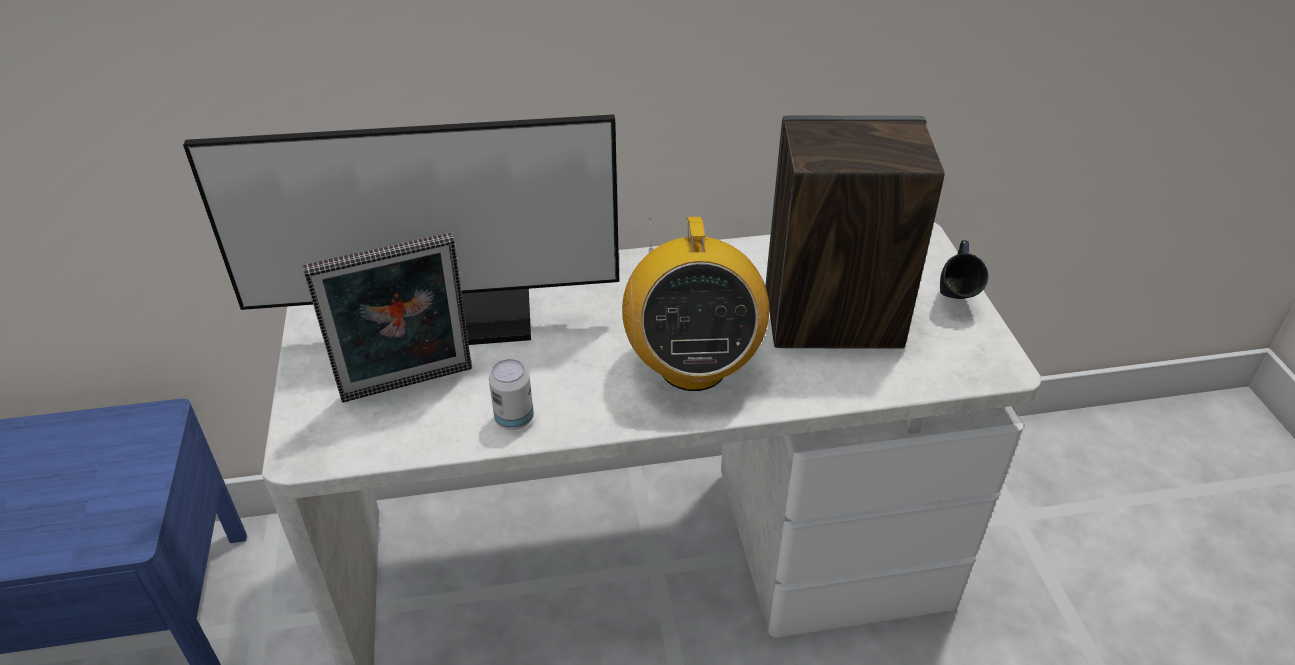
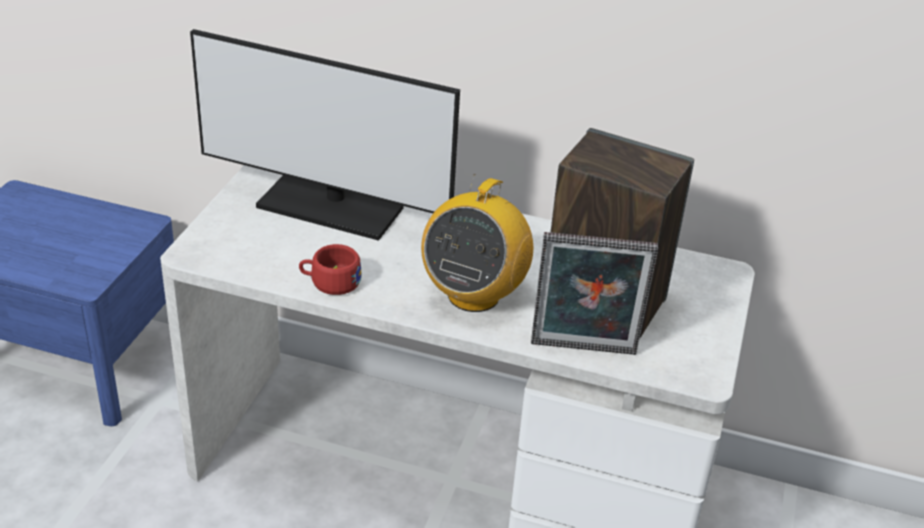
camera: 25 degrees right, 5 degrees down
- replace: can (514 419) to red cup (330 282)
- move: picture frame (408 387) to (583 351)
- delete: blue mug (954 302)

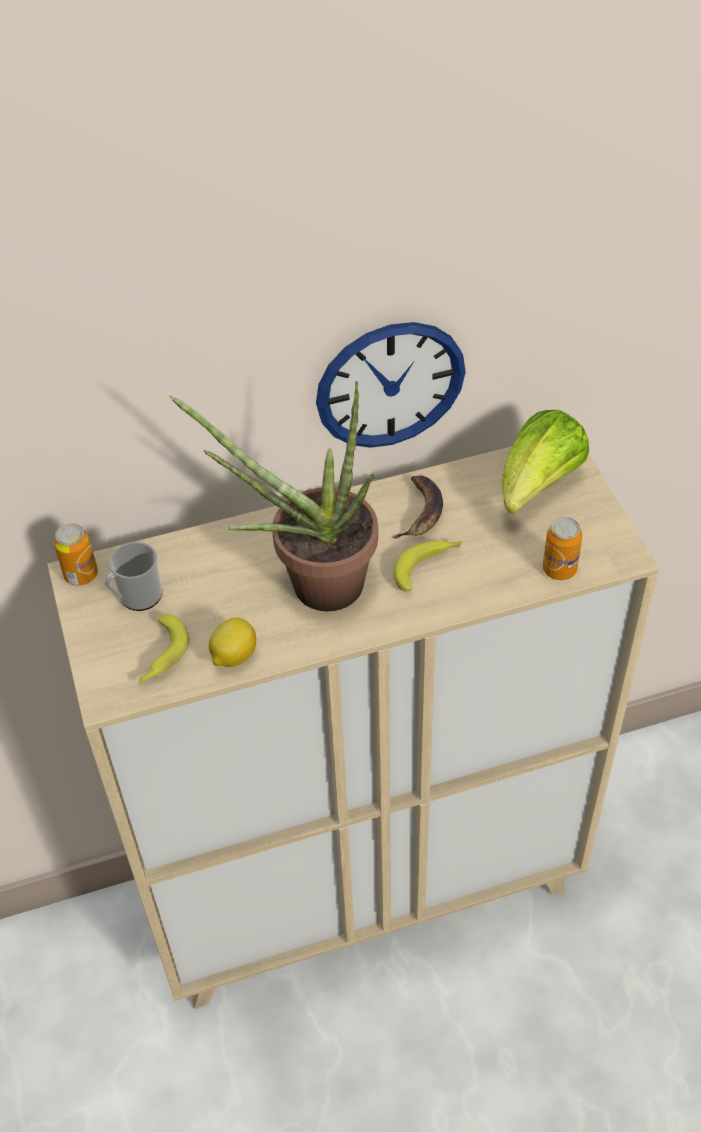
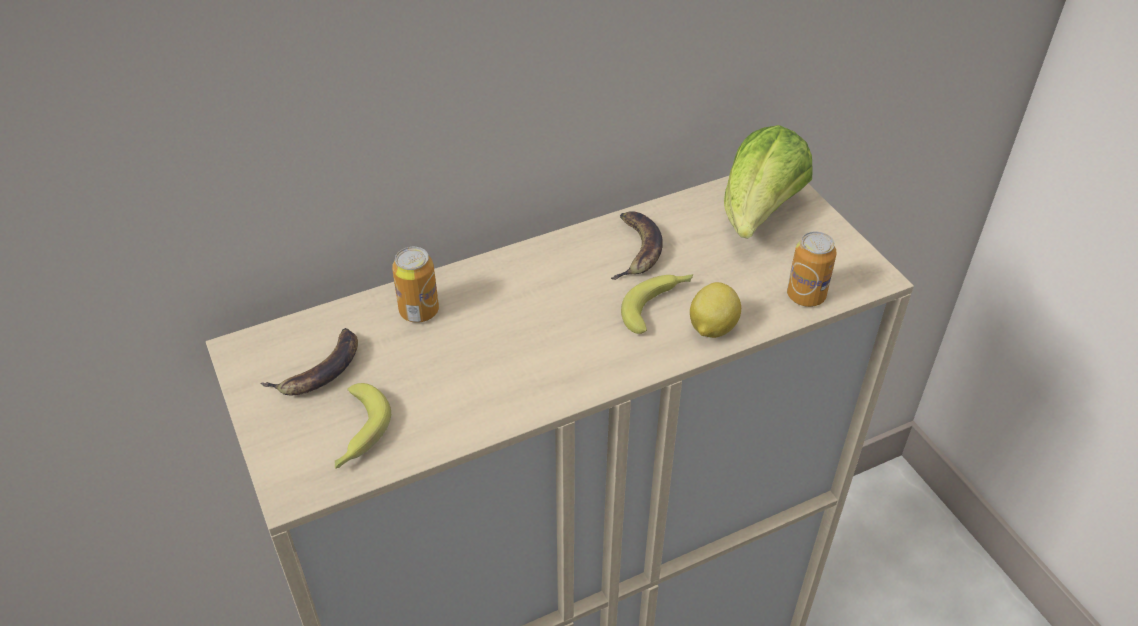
camera: 10 degrees left, 5 degrees down
- replace: mug (136 597) to banana (320 369)
- move: can (81 574) to (419 311)
- move: lemon (233 656) to (711 328)
- delete: potted plant (311 585)
- delete: wall clock (390 385)

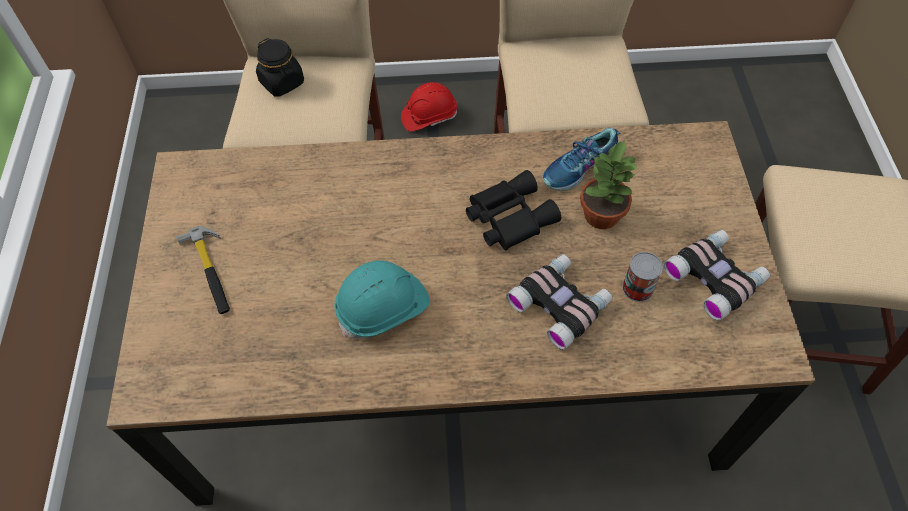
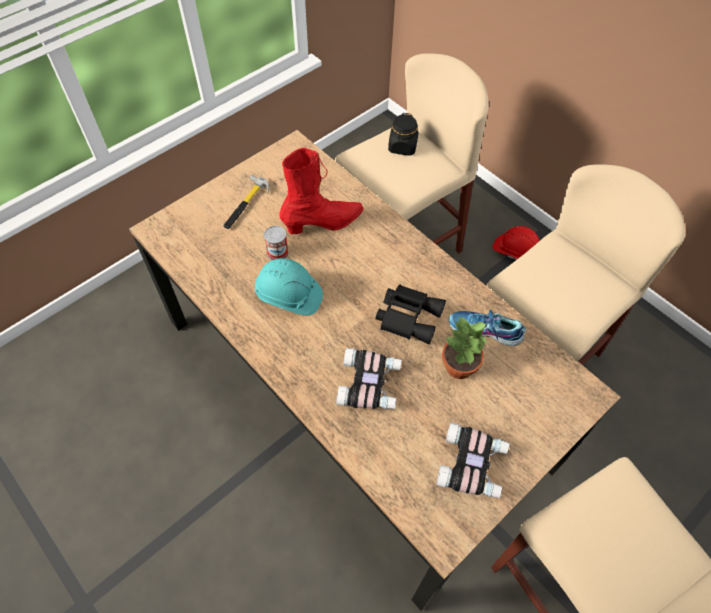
camera: 50 degrees right, 0 degrees up
- move: can (637 288) to (277 253)
- insert: red boot (323 223)

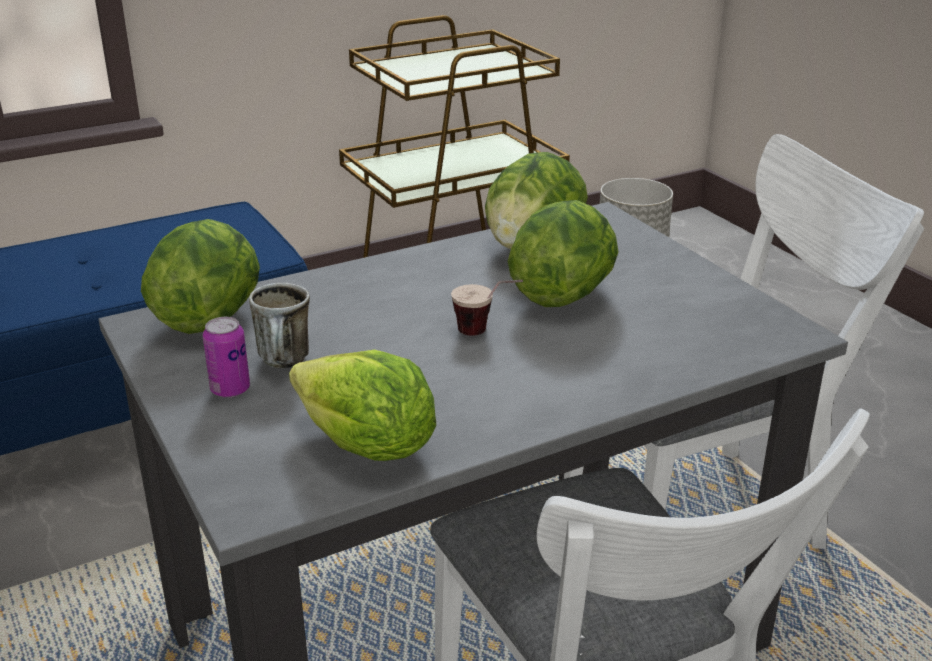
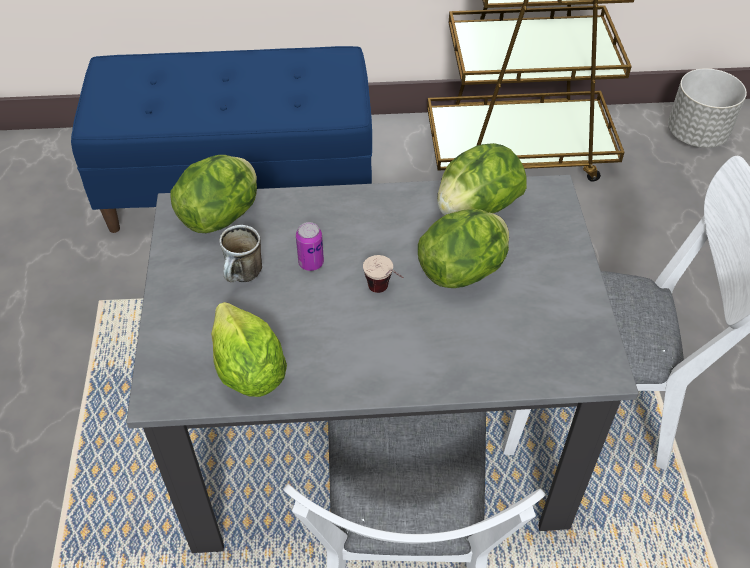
camera: 25 degrees right, 20 degrees up
- move: can (230 389) to (311 263)

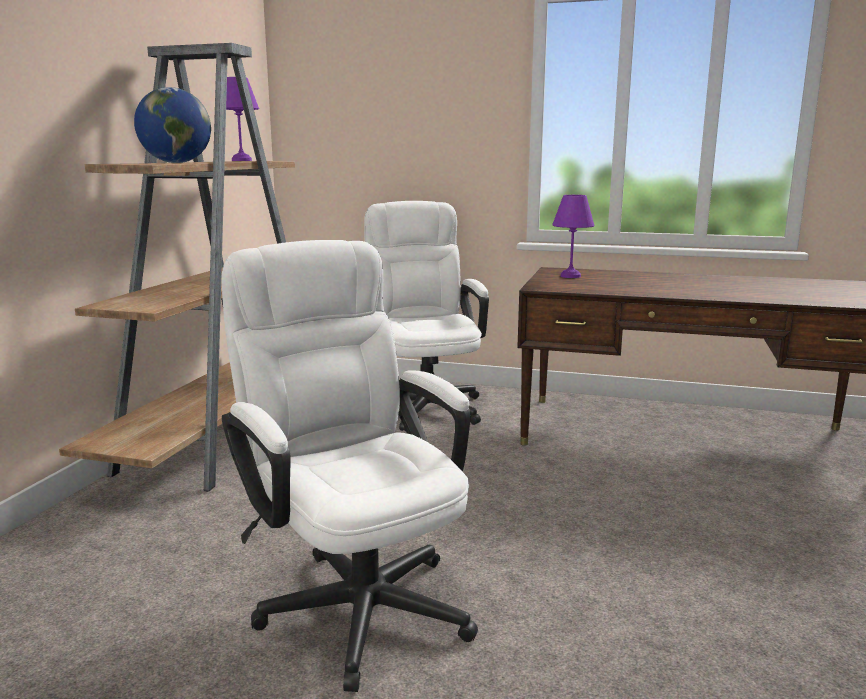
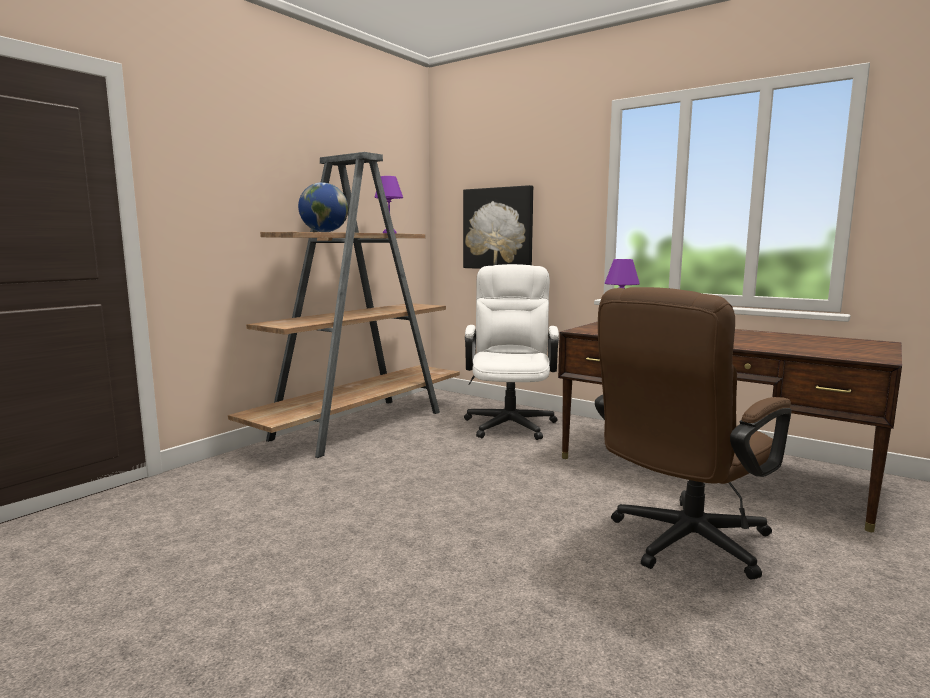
camera: 20 degrees right, 5 degrees down
- insert: picture (498 228)
- insert: brown office chair (681 544)
- delete: white office chair (356 597)

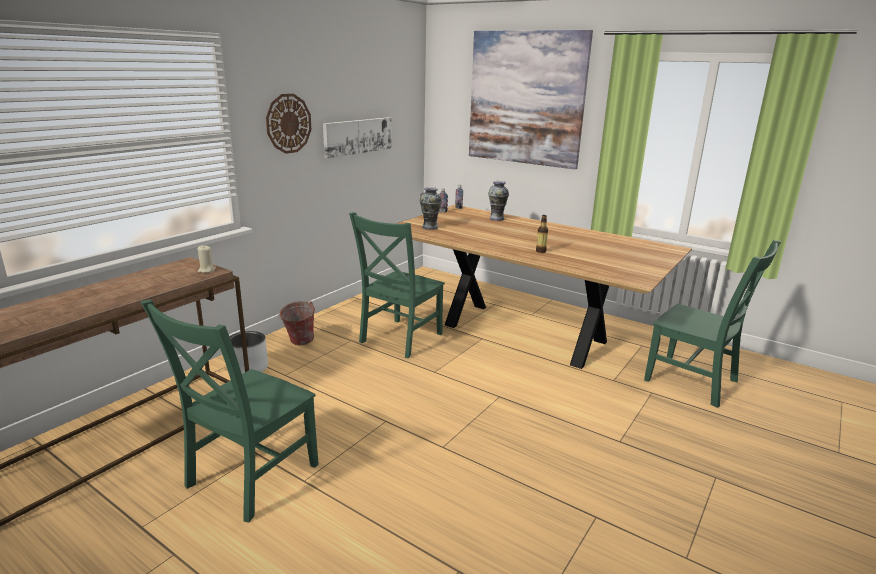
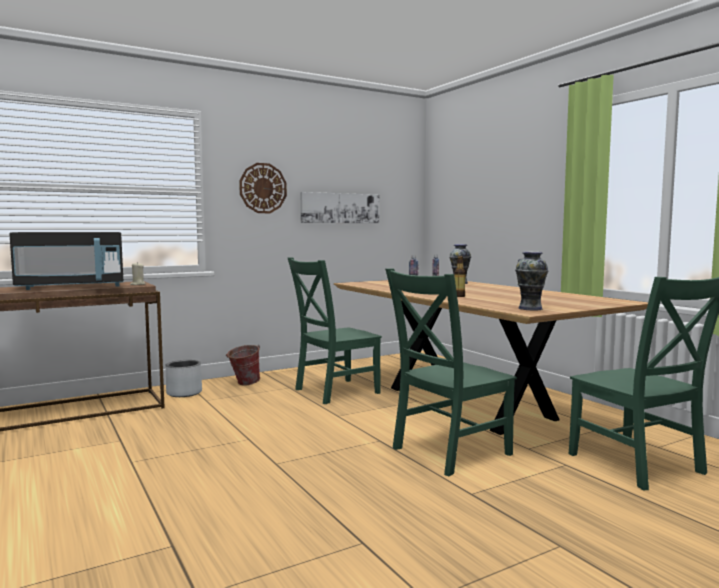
camera: 25 degrees right, 15 degrees down
- insert: black microwave (72 287)
- move: green chair (248 478) to (447 452)
- move: vase (430 227) to (530 308)
- delete: picture (526 98)

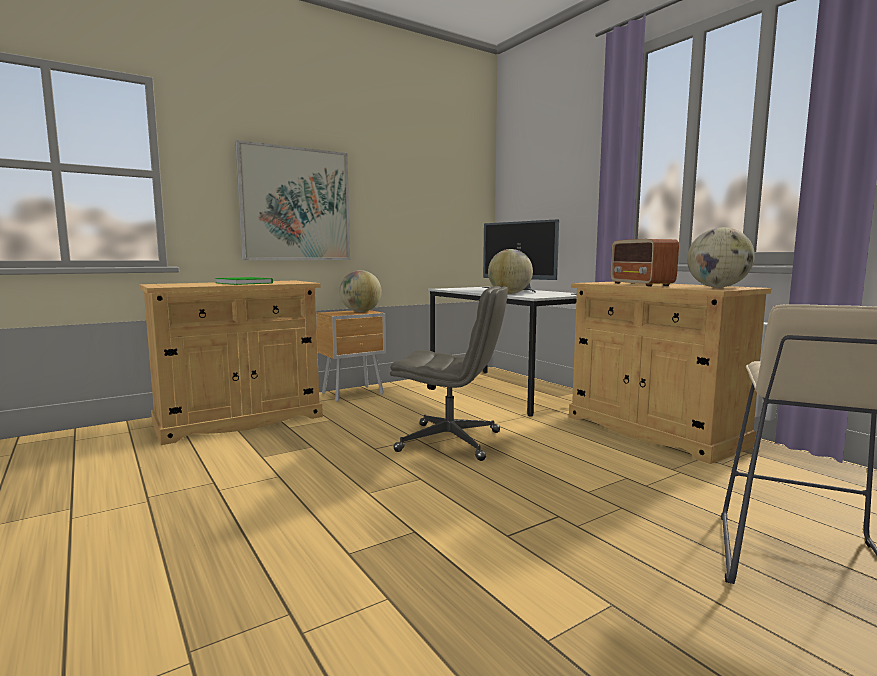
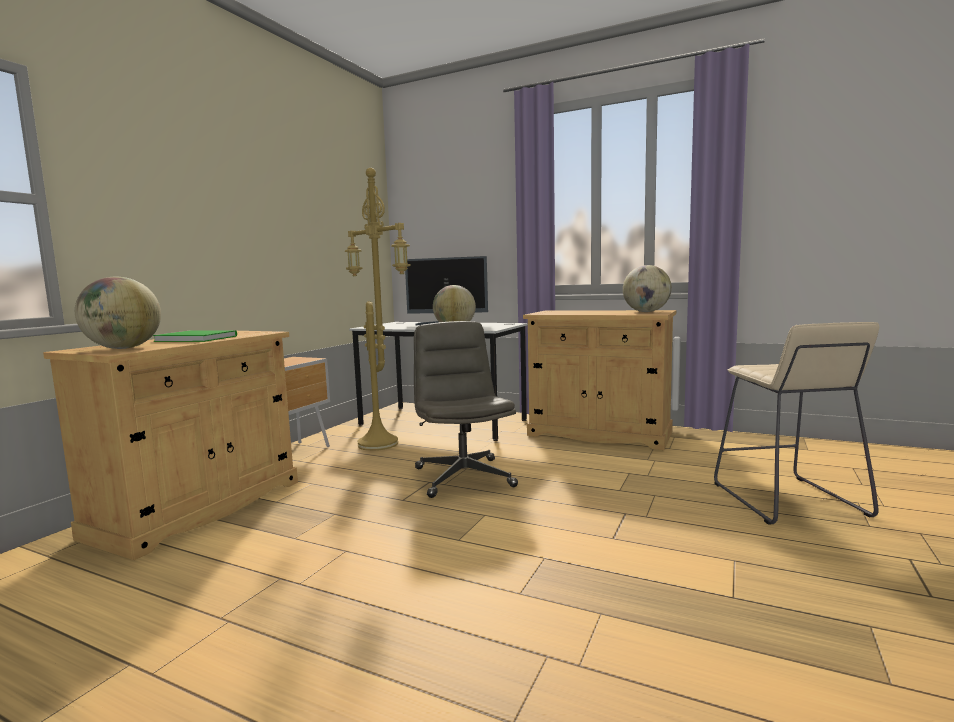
camera: 30 degrees left, 0 degrees up
- move: globe (360 312) to (123 348)
- insert: yellow floor lamp (381 444)
- rotate: grey office chair (451 441) = (463 477) 90 degrees counterclockwise
- delete: picture (295 204)
- delete: radio (641 284)

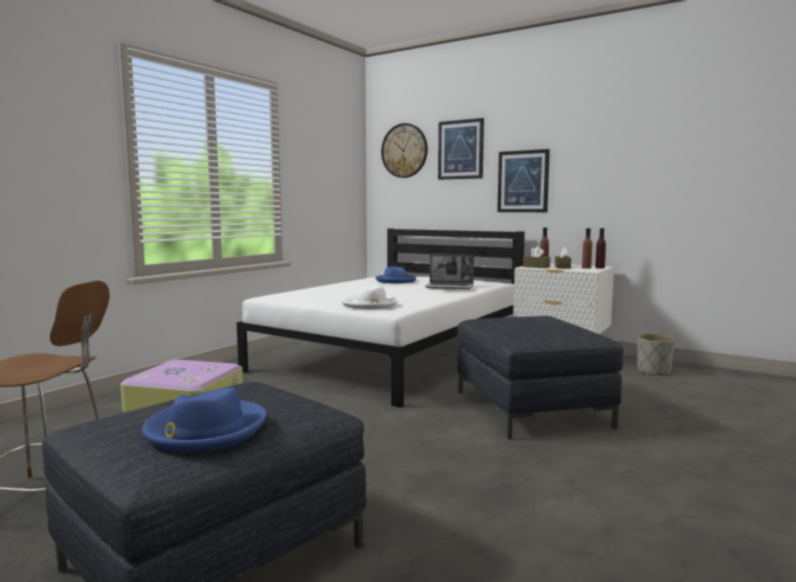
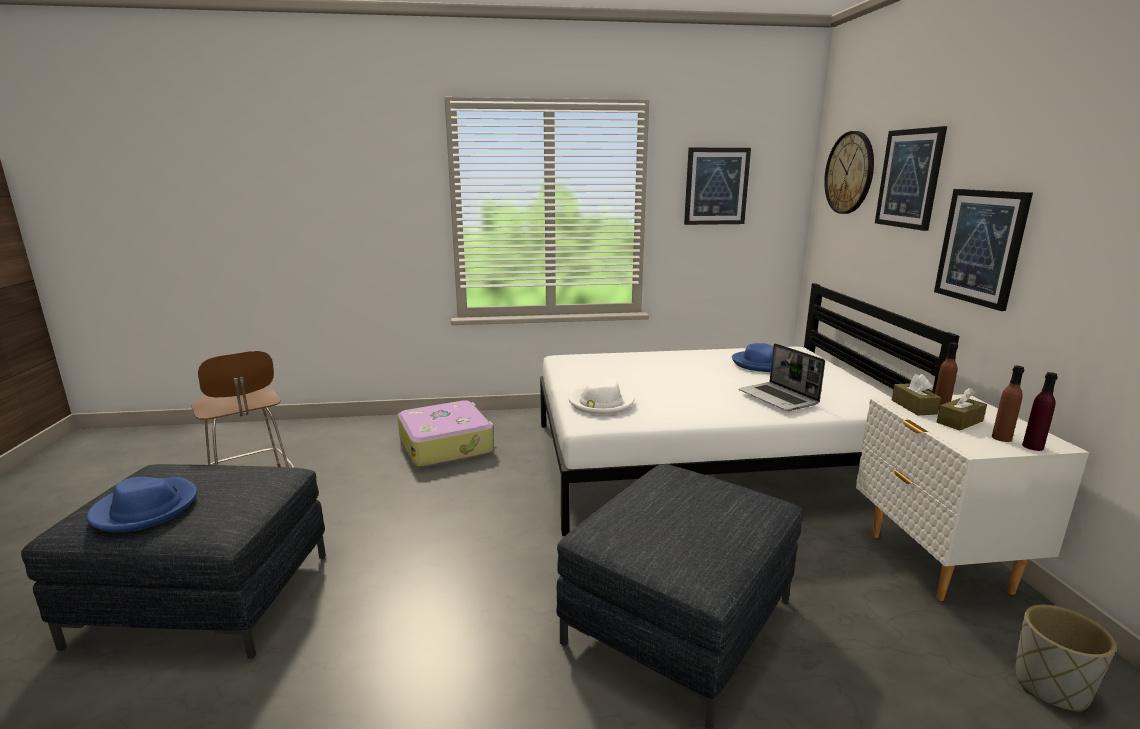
camera: 50 degrees right, 10 degrees up
- insert: picture (716 186)

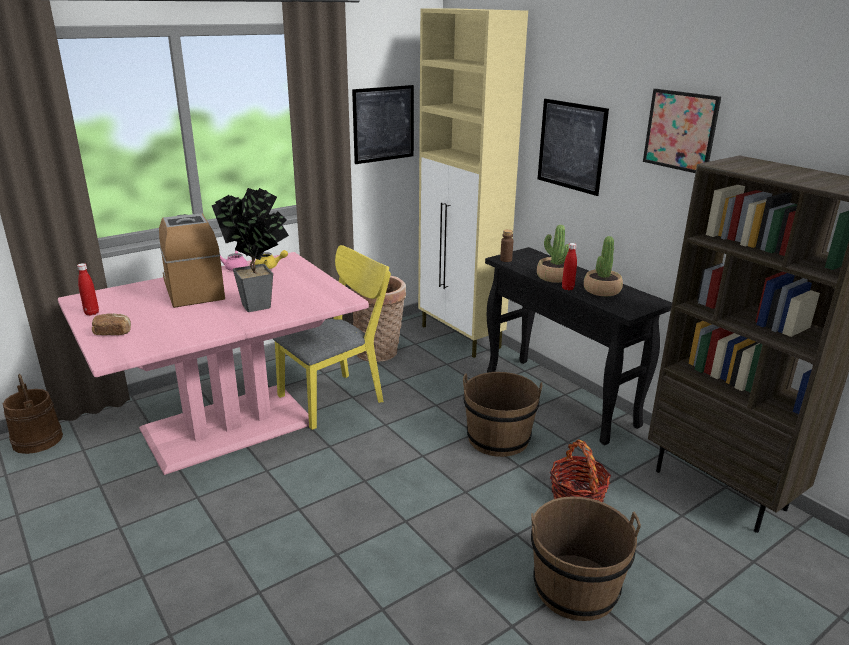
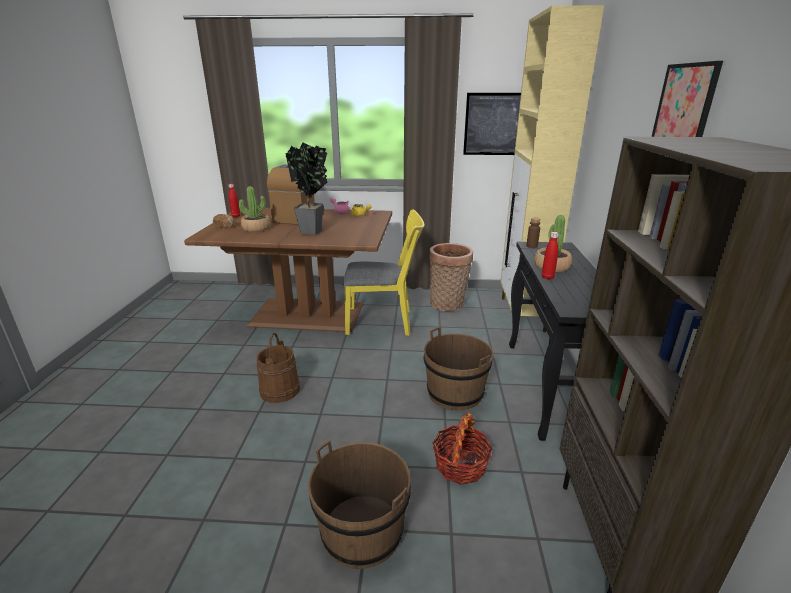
camera: 40 degrees right, 0 degrees up
- recolor: pink dining table (229 427) to brown dining table (307 315)
- move: potted plant (601 290) to (256 228)
- move: brown bucket (37 440) to (279 390)
- delete: picture (571 146)

